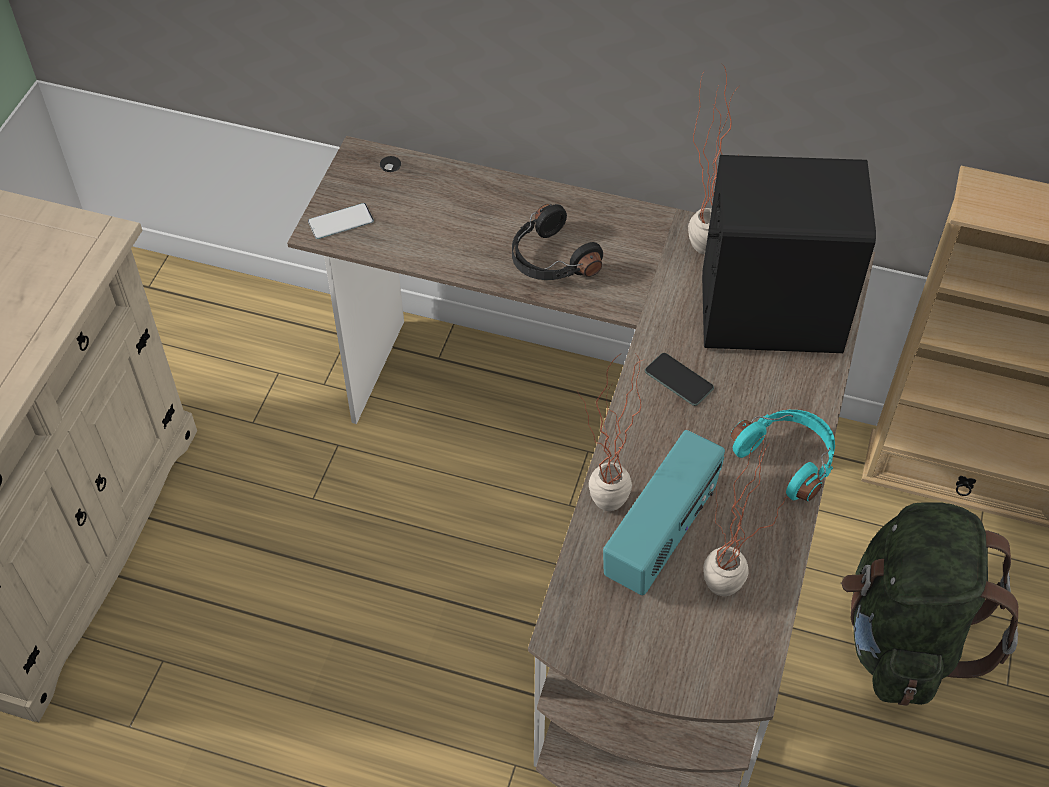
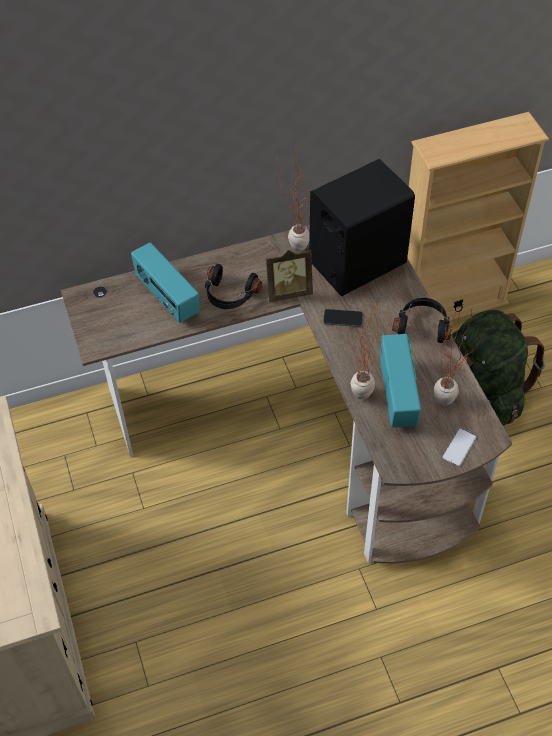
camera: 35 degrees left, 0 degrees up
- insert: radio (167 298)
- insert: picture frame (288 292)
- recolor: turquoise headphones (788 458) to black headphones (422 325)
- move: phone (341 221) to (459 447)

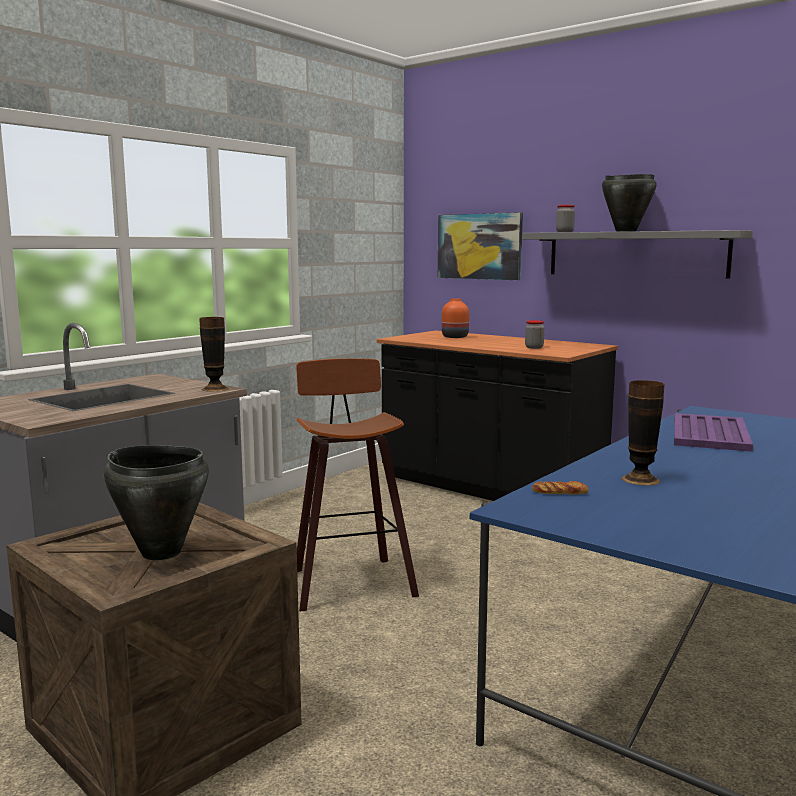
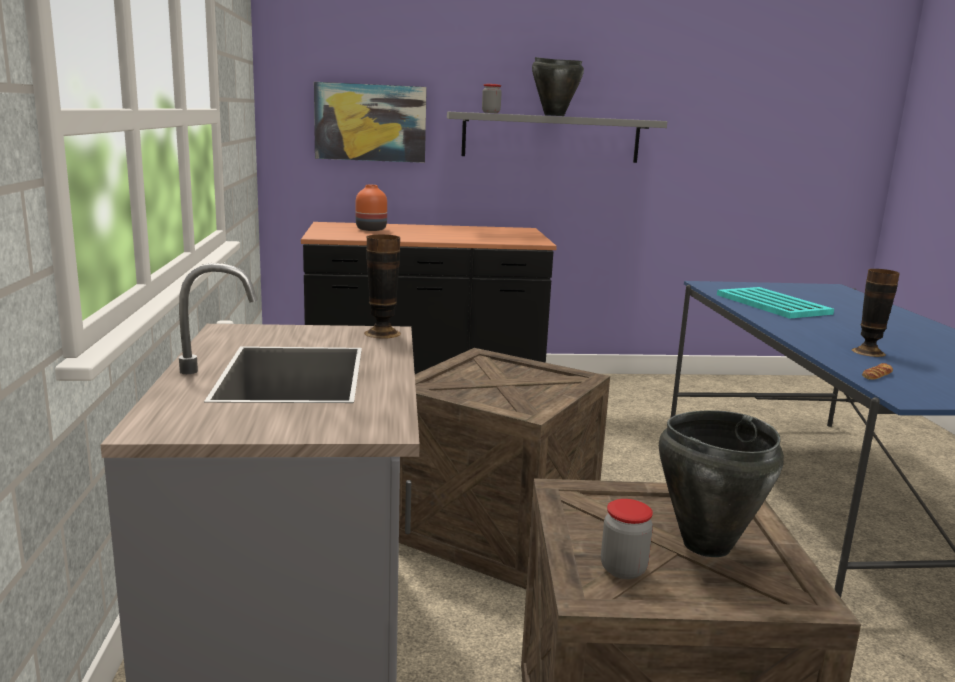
camera: 45 degrees left, 5 degrees up
- replace: stool (348 581) to crate (494 525)
- move: jar (534 347) to (623 569)
- recolor: purple tray (710 433) to turquoise tray (772 304)

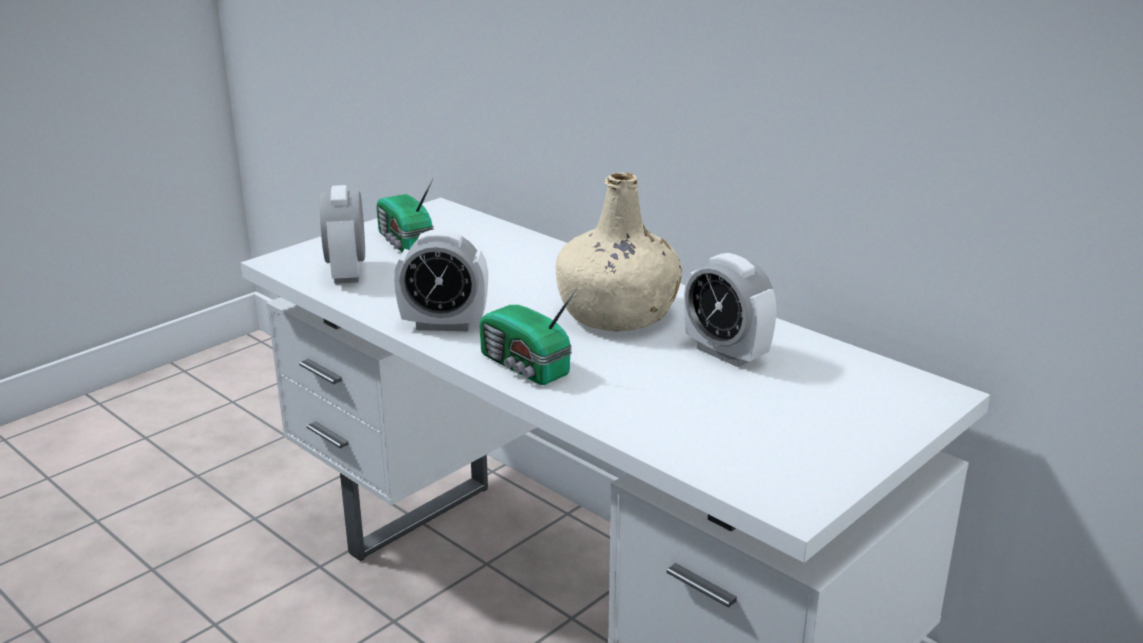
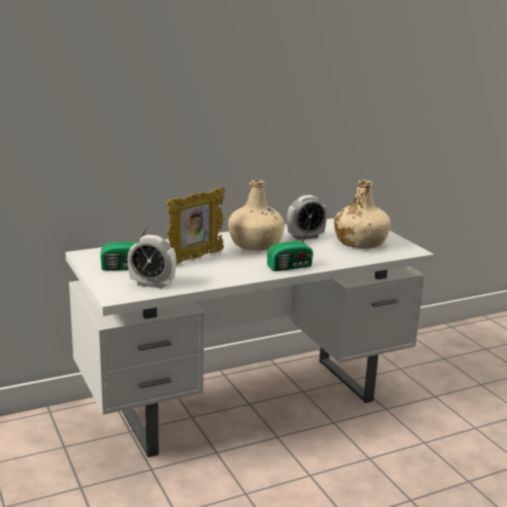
camera: 70 degrees left, 5 degrees down
- insert: picture frame (195 258)
- insert: beige bottle (360 243)
- delete: alarm clock (444 324)

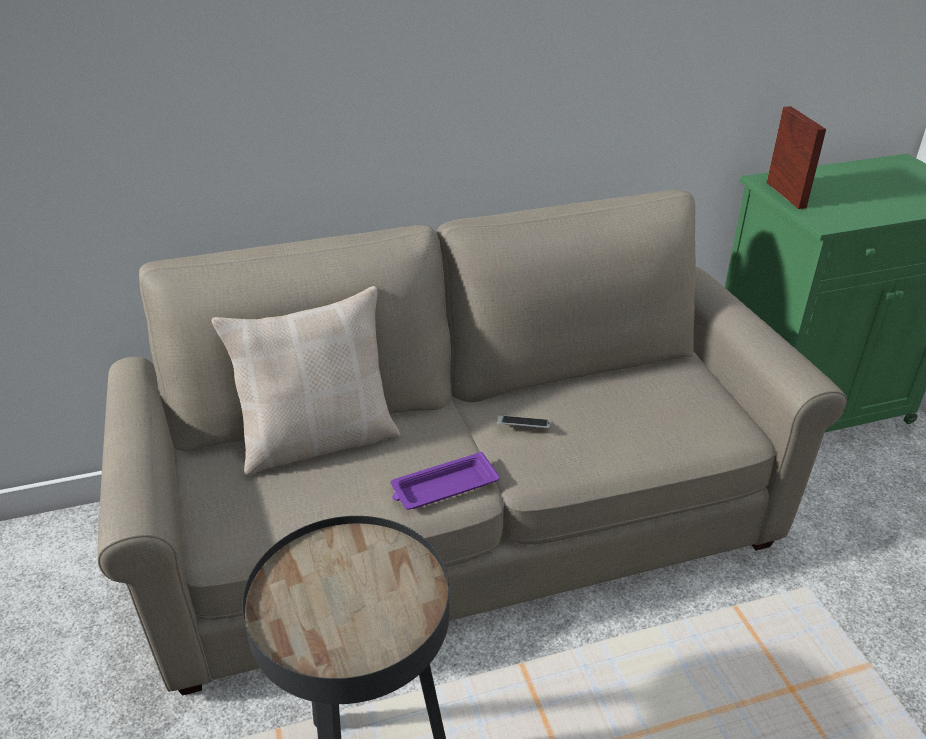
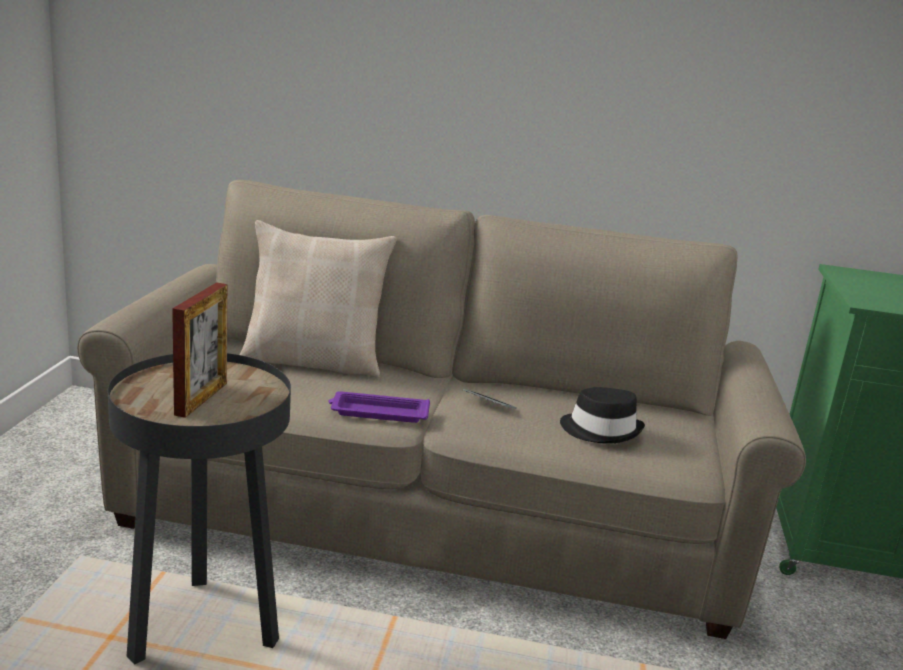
camera: 25 degrees right, 15 degrees down
- move: picture frame (785 195) to (201 399)
- insert: black hat (601 430)

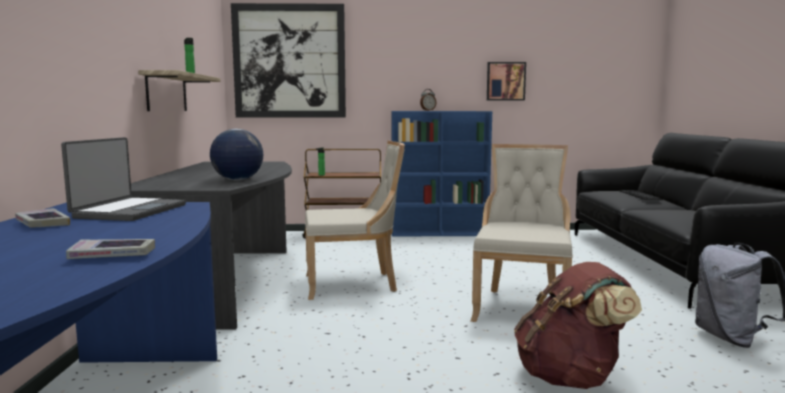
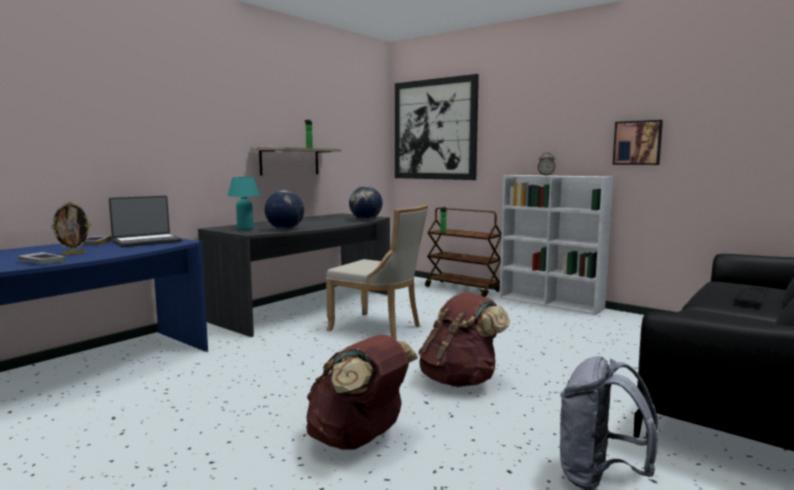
camera: 40 degrees right, 0 degrees up
- insert: picture frame (74 254)
- insert: turquoise table lamp (245 229)
- insert: globe (365 219)
- replace: beige chair (521 307) to brown backpack (460 380)
- recolor: blue bookcase (440 233) to white bookcase (551 303)

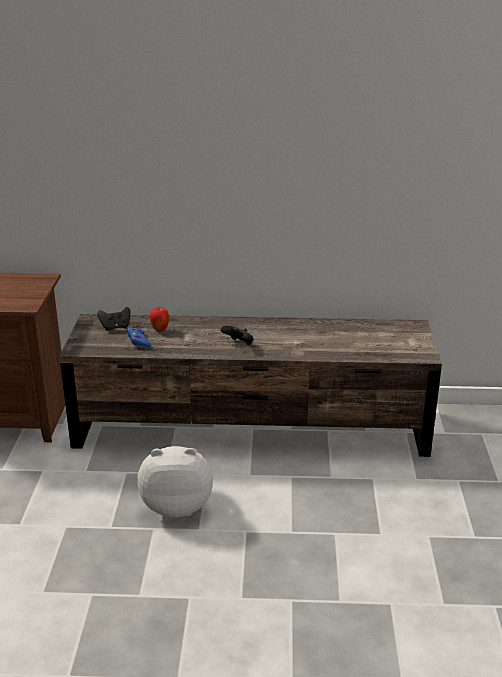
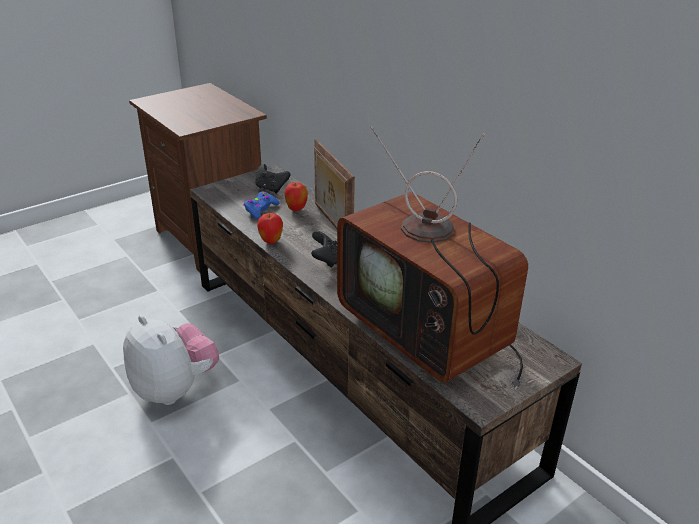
camera: 50 degrees right, 5 degrees up
- insert: apple (271 241)
- insert: picture frame (331 224)
- insert: television (430 333)

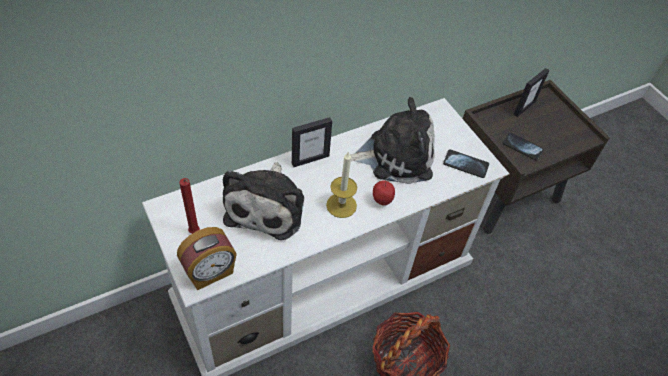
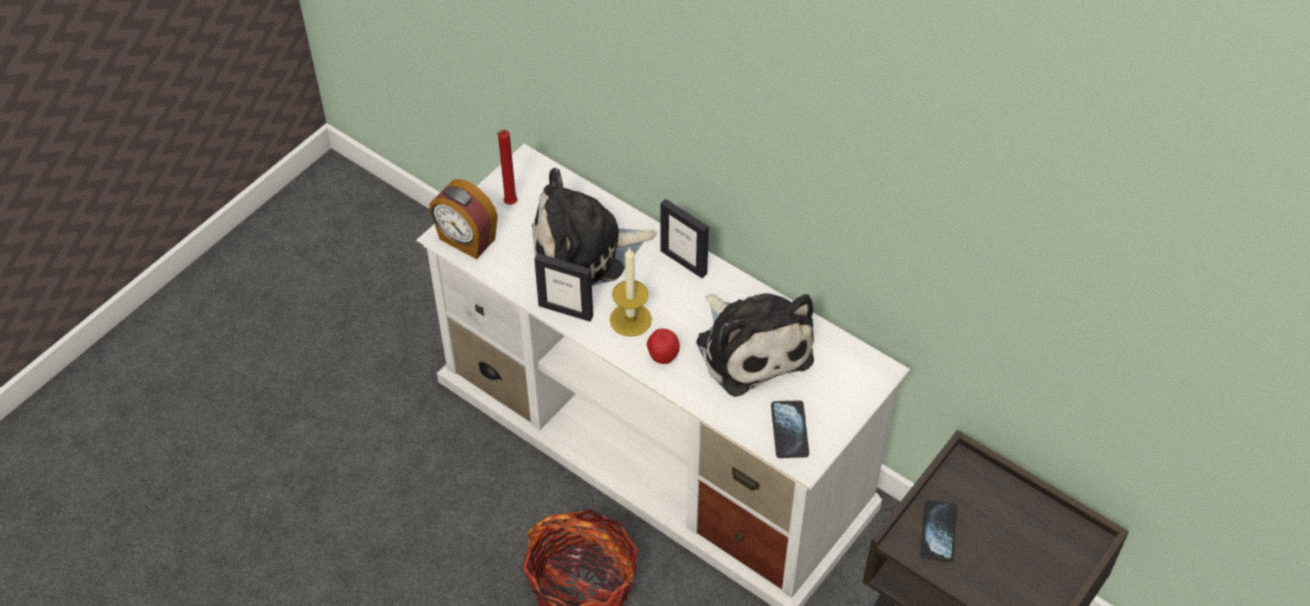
camera: 70 degrees right, 0 degrees up
- move: picture frame (524 108) to (566 310)

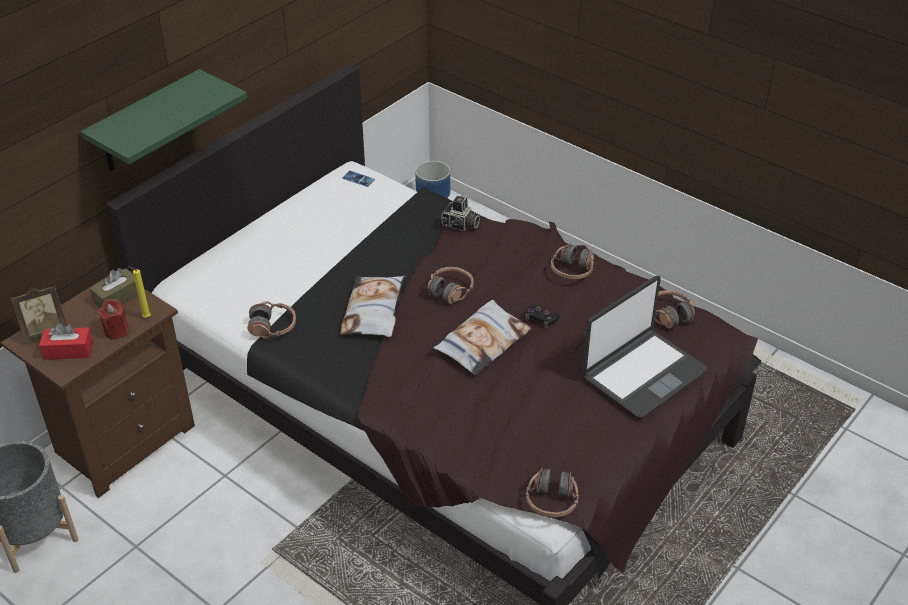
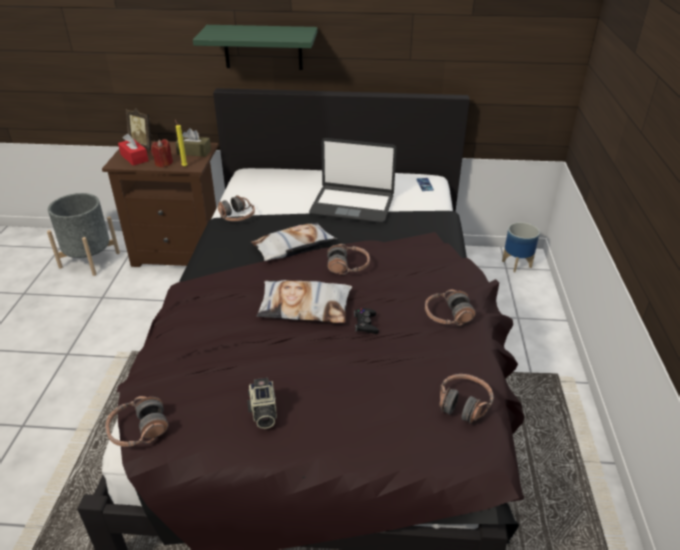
camera: 55 degrees right, 5 degrees down
- move: photo camera (460 225) to (263 412)
- move: laptop (642 374) to (352 205)

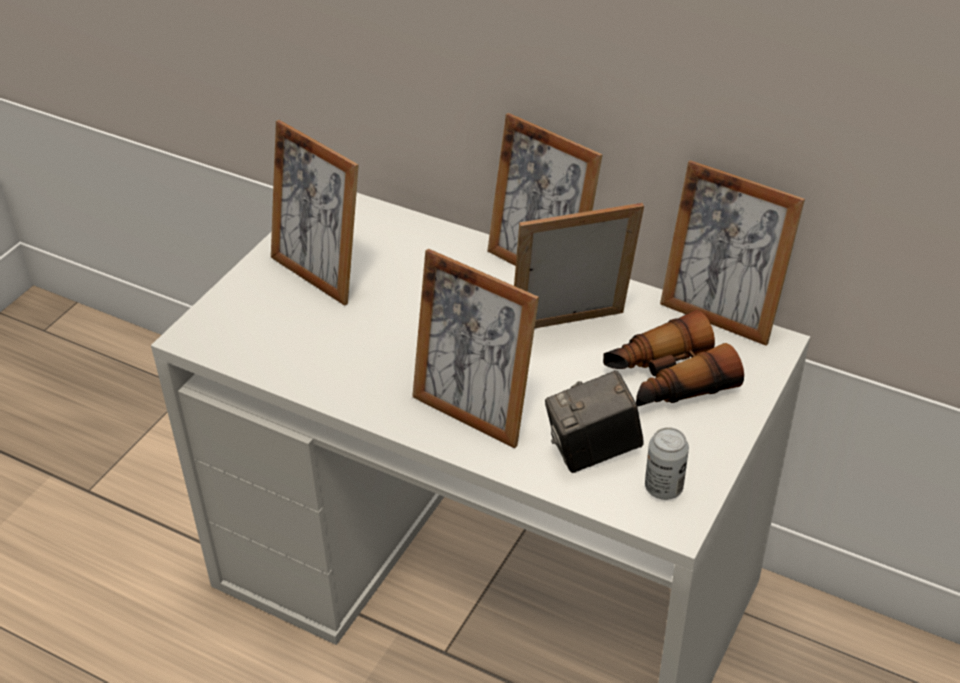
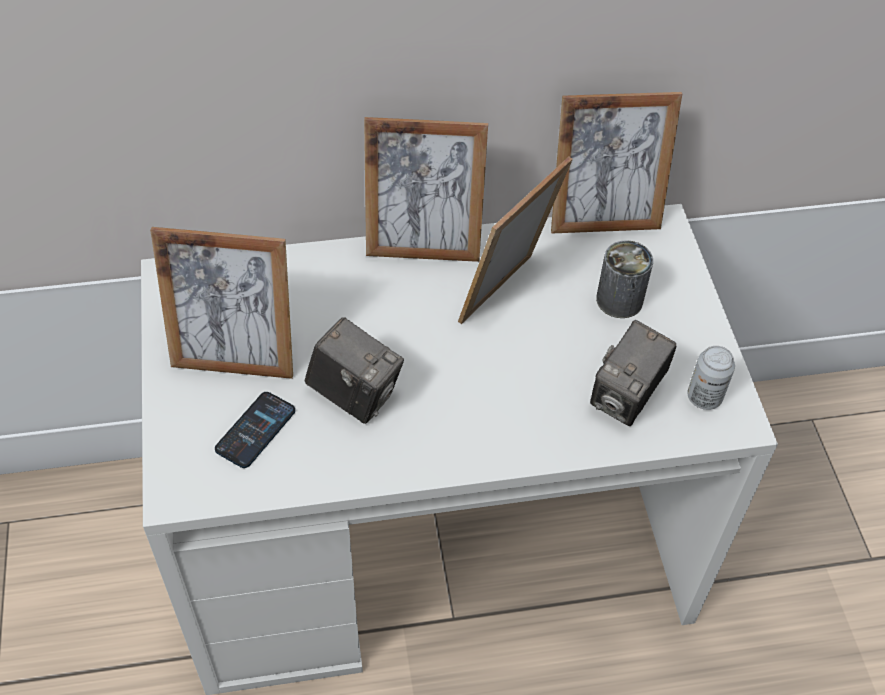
camera: 40 degrees left, 10 degrees up
- insert: phone (255 430)
- insert: photo camera (355 394)
- replace: binoculars (667 380) to can (619 300)
- delete: picture frame (473 411)

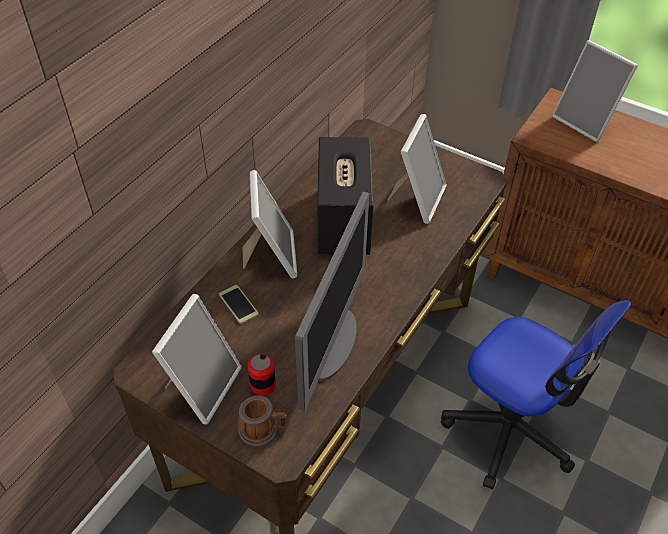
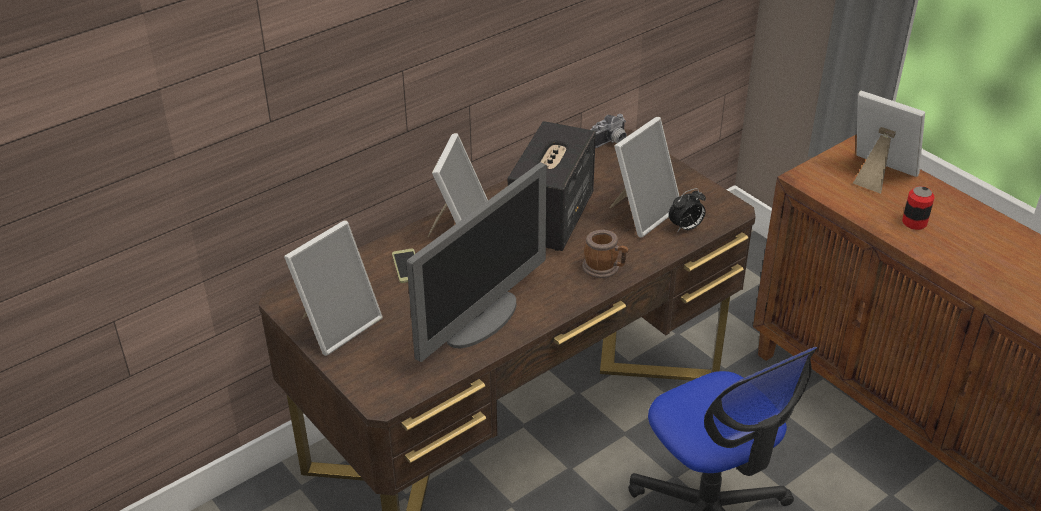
camera: 20 degrees right, 10 degrees down
- move: mug (263 429) to (604 268)
- insert: photo camera (611 142)
- insert: alarm clock (686 228)
- rotate: picture frame (586 121) = (877 175) 150 degrees clockwise
- move: can (263 385) to (914 222)

